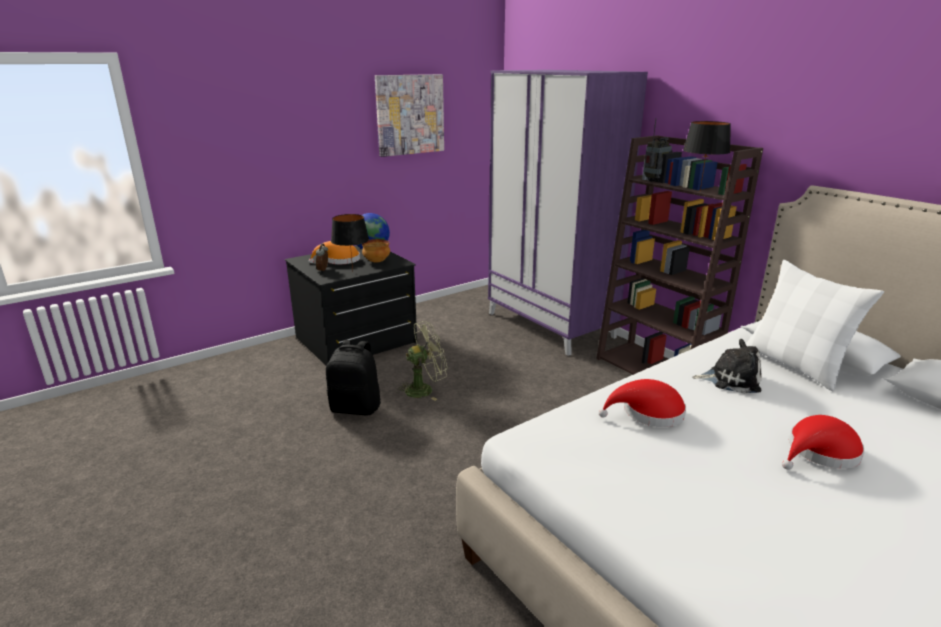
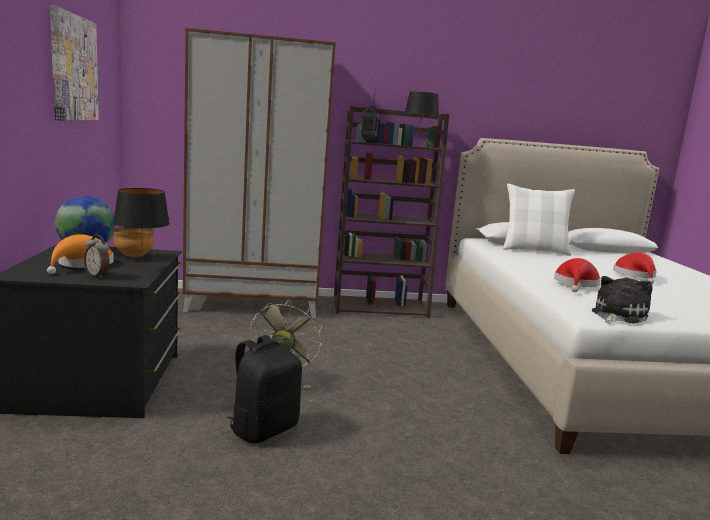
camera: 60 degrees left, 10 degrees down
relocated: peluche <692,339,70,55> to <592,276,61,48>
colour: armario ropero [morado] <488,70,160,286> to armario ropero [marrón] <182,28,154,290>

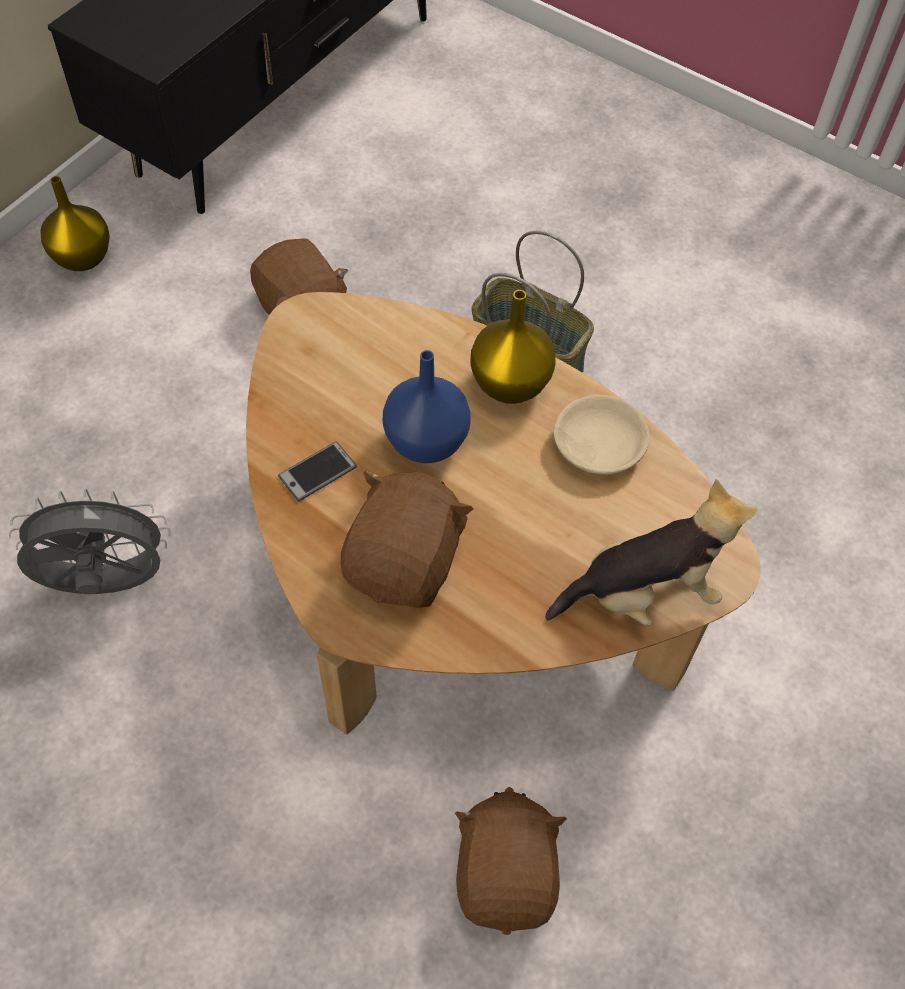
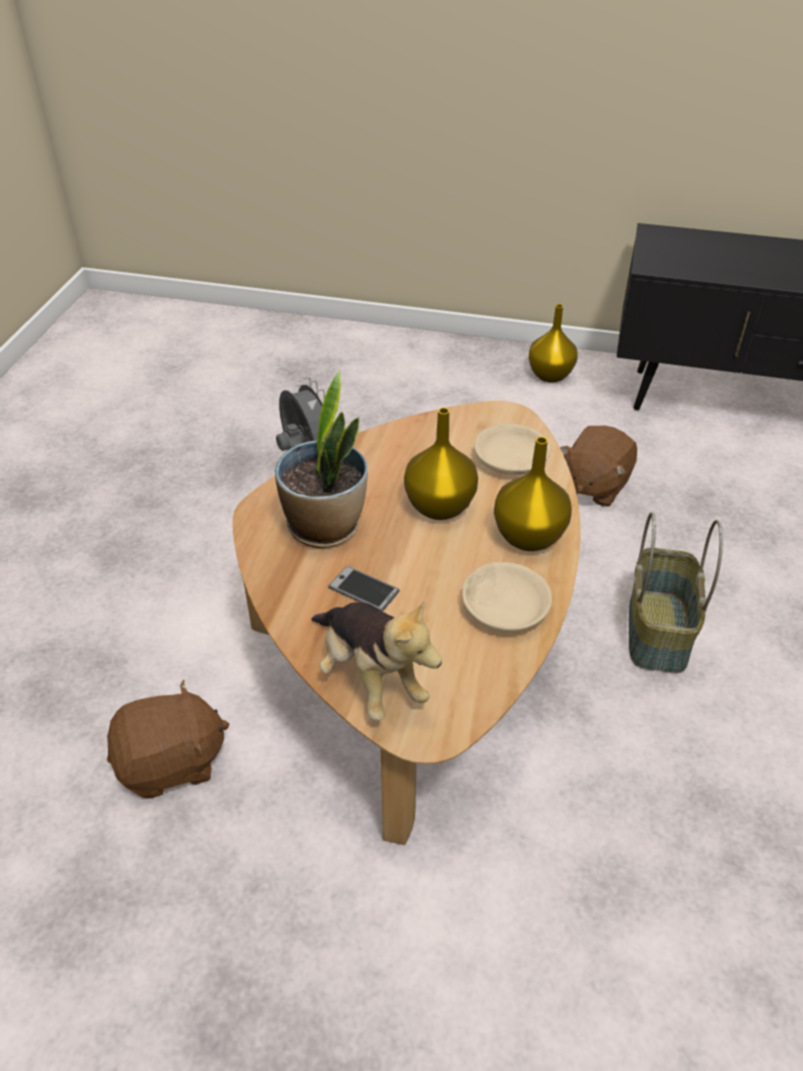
camera: 70 degrees right, 15 degrees down
appeared: cuenco [beis] <474,424,76,51>
relocated: móvil <278,441,79,61> to <328,566,72,46>
exchanged: peluche [marrón] <341,471,132,137> to planta en maceta <275,371,93,177>
colour: florero [azul] <383,350,88,113> to florero [amarillo] <404,408,74,112>

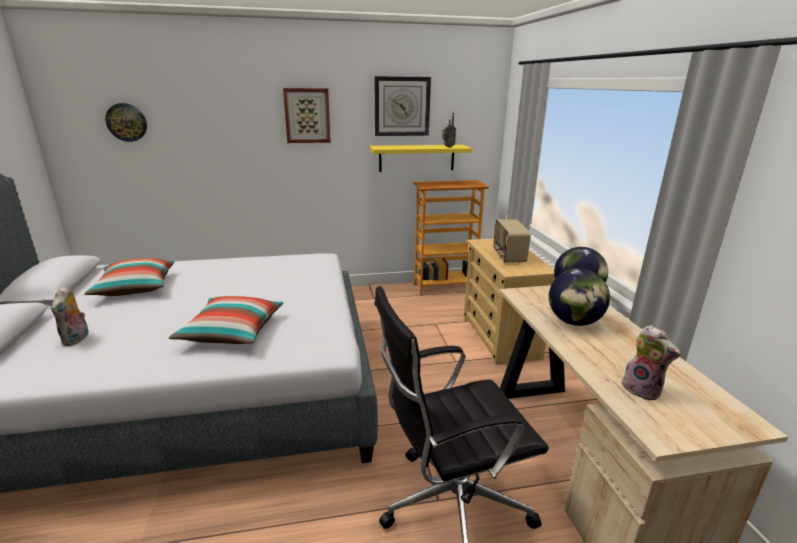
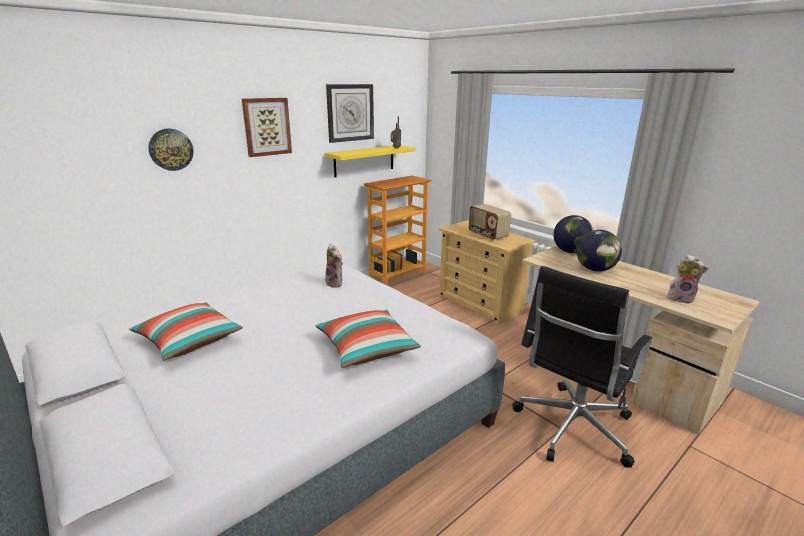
camera: 30 degrees left, 0 degrees up
relocated: reloj de pared <105,103,42,39> to <148,128,46,43>; peluche <51,286,39,60> to <325,244,18,44>

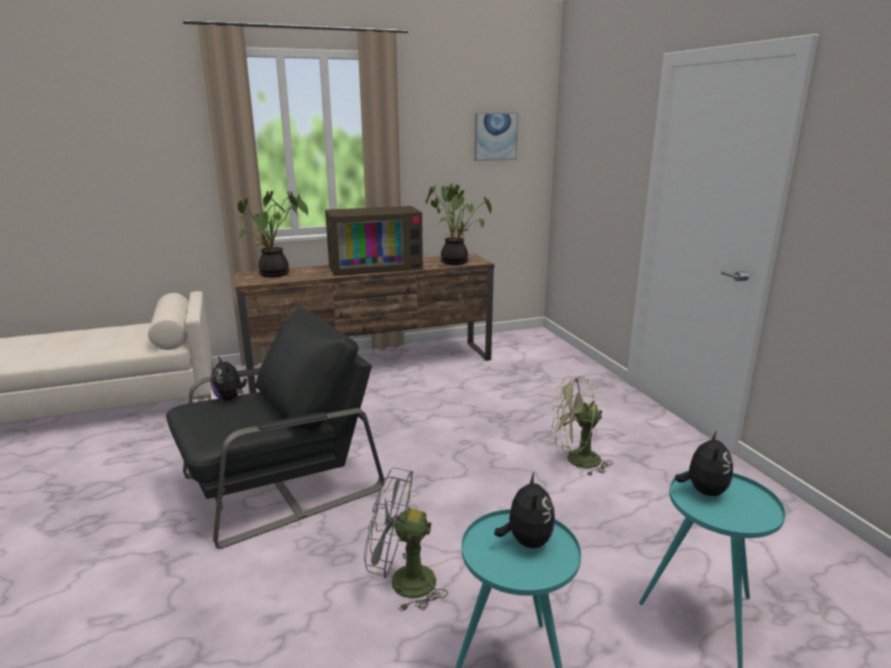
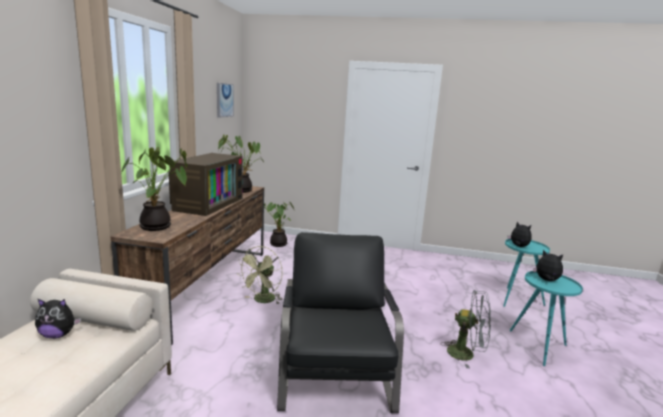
camera: 60 degrees left, 5 degrees down
appeared: planta en maceta <264,201,30,46>
relocated: peluche <211,356,36,45> to <35,298,46,41>; ventilador [verde] <551,376,62,100> to <237,246,46,58>
spun: ventilador [gris] <364,468,84,144> = <441,290,50,78> 105 degrees counterclockwise

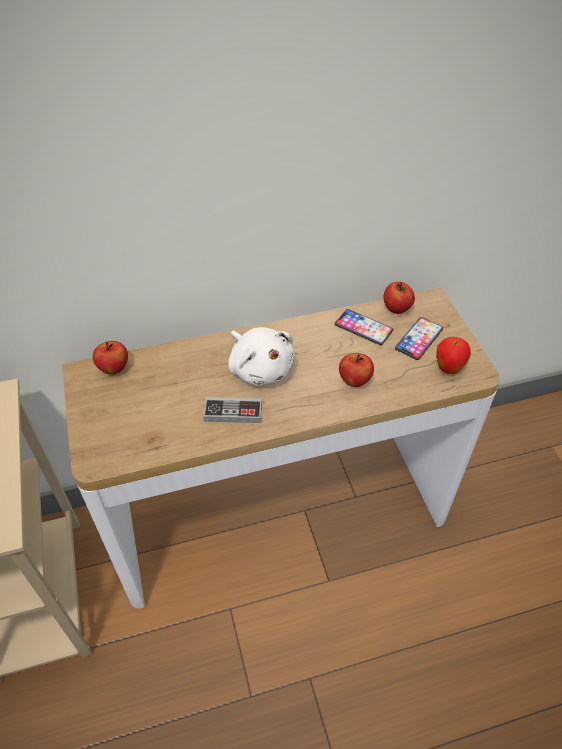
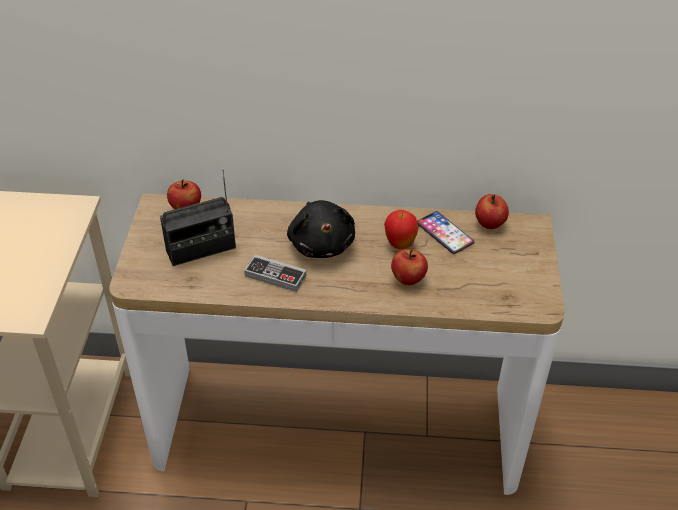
camera: 20 degrees right, 5 degrees down
missing: móvil <395,317,48,43>
appeared: radio <160,170,76,96>
relocated: manzana <436,337,35,37> to <384,210,35,39>
colour: peluche [blanco] <228,327,67,59> to peluche [negro] <287,200,68,58>

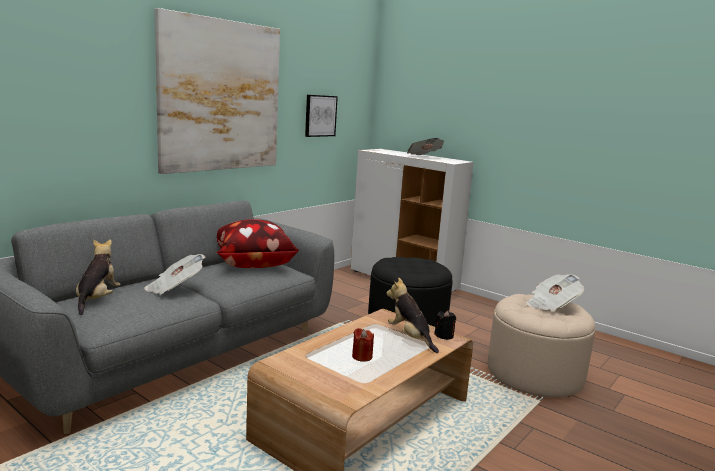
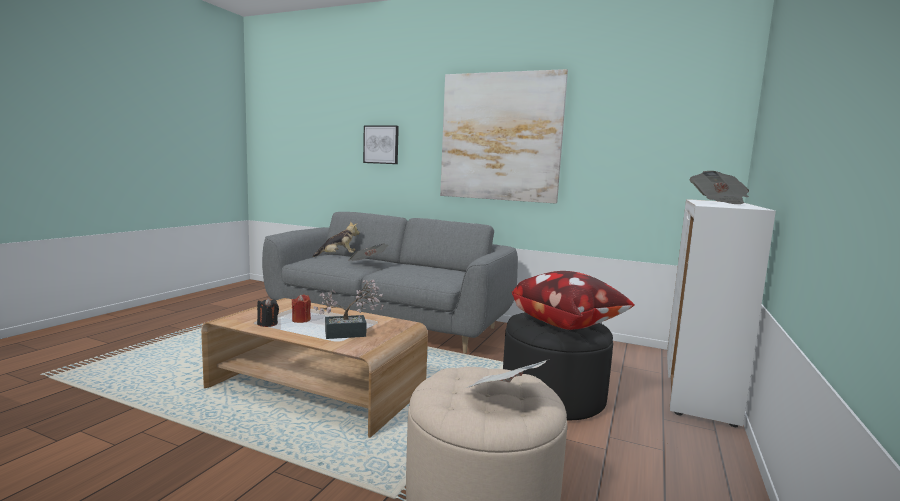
camera: 75 degrees right, 5 degrees down
relocated: cuadro <305,95,33,42> to <363,125,36,39>; cojín <215,219,84,49> to <512,271,123,59>; vela [negro] <434,311,22,29> to <257,298,22,29>
exchanged: peluche <386,277,53,76> to planta en maceta <313,280,71,59>

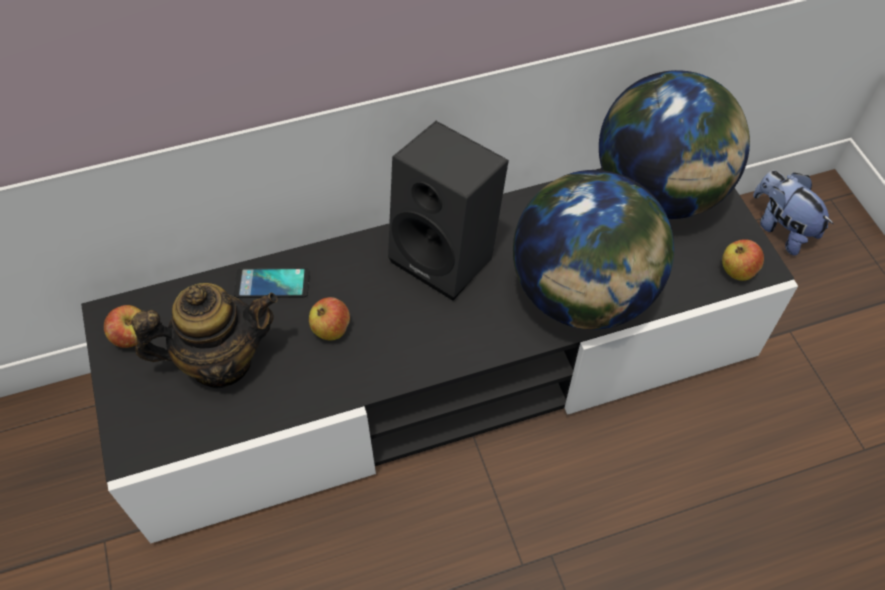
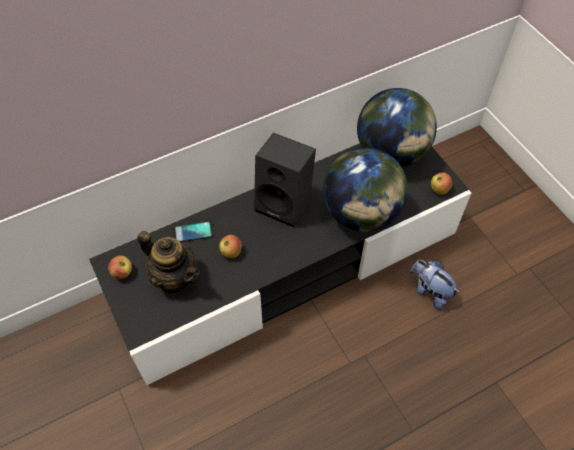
camera: 10 degrees left, 0 degrees up
relocated: peluche <753,171,80,84> to <410,260,50,50>
spun: tetera <132,283,146,105> = <137,231,62,62> 60 degrees clockwise

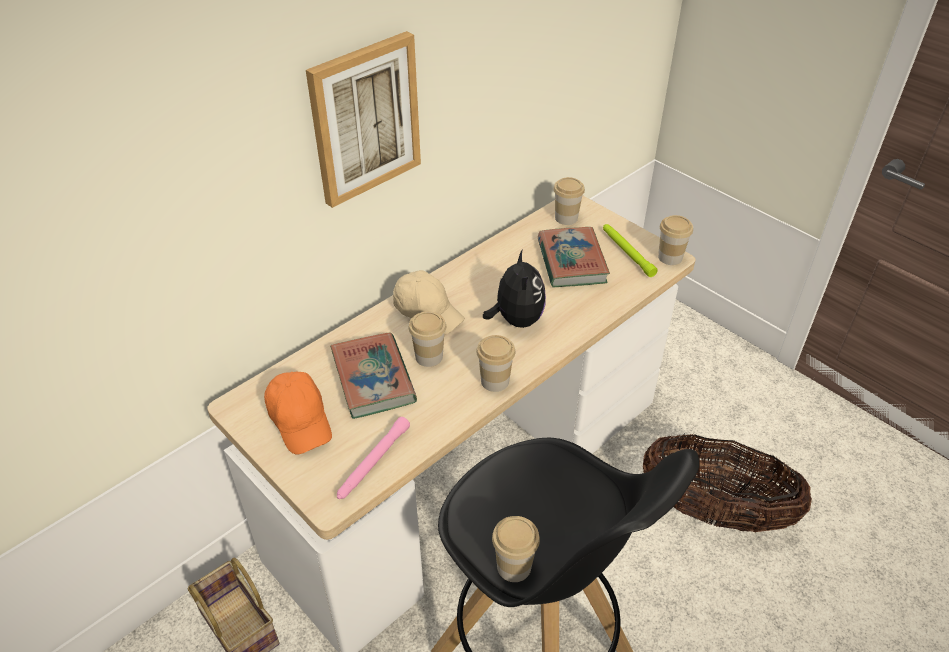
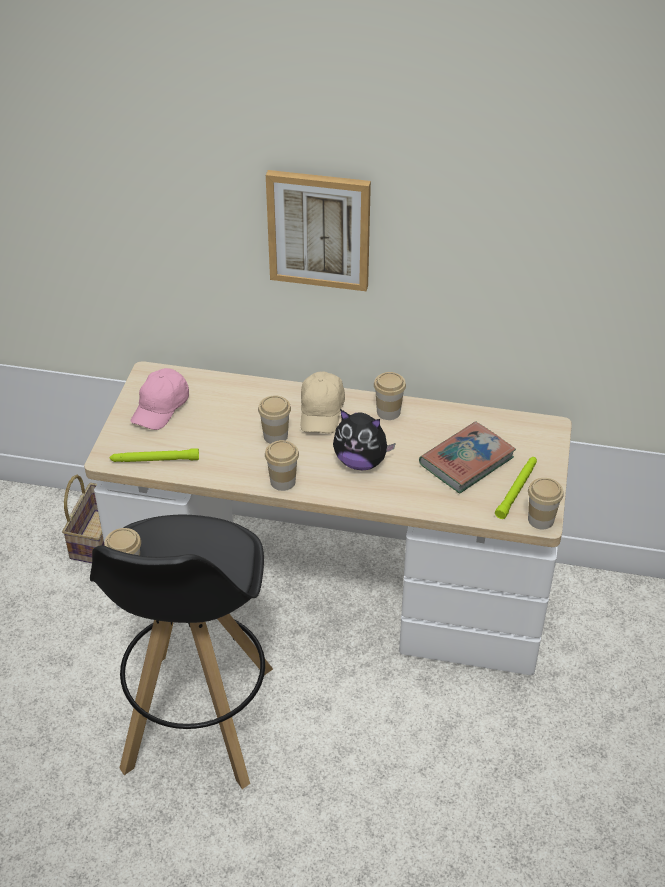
camera: 55 degrees right, 0 degrees up
missing: libro <330,333,87,86>; cesta <643,433,169,99>
relocated: taza <553,177,32,48> to <374,372,32,48>
colour: gorra [naranja] <264,372,68,82> to gorra [rosa] <130,368,59,62>; linterna [rosa] <337,417,73,82> to linterna [verde] <110,448,89,14>
spun: peluche <483,249,63,79> = <333,409,63,61> 60 degrees clockwise

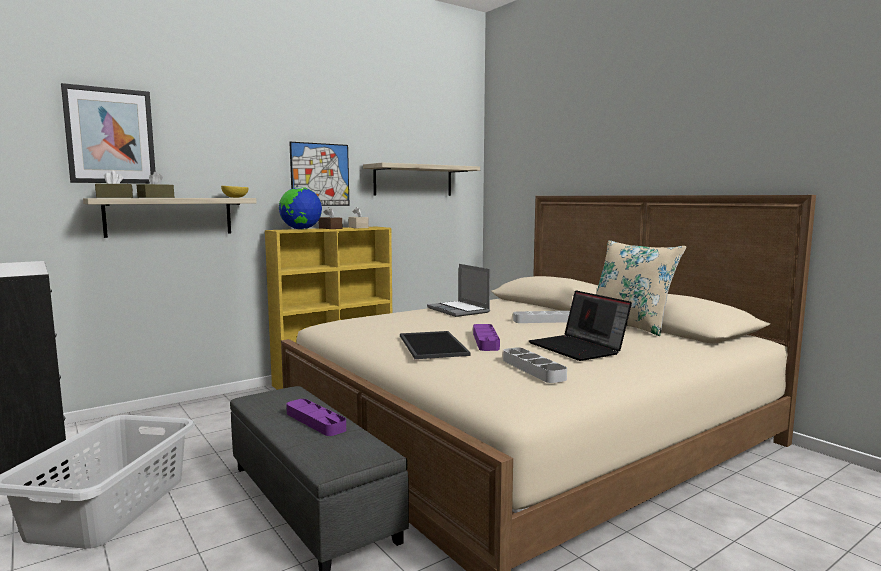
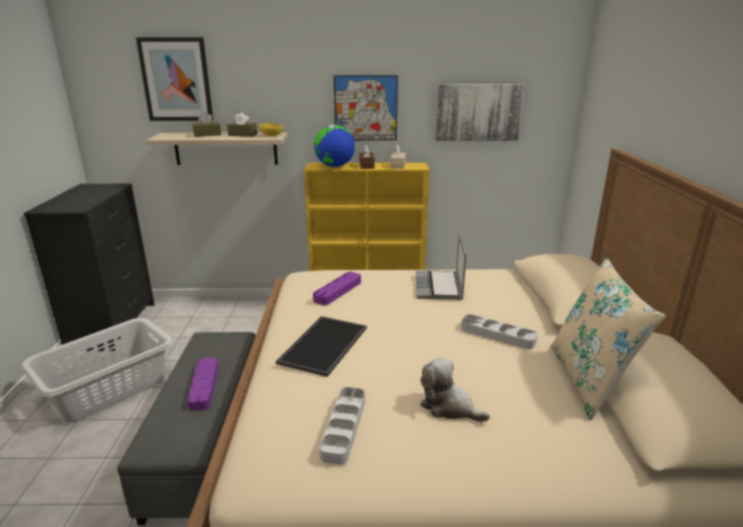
camera: 35 degrees right, 15 degrees up
relocated: caja de pañuelos [marrón] <95,171,38,27> to <227,113,30,24>; bandeja [morado] <473,324,27,27> to <313,272,48,33>
exchanged: estante <363,162,117,34> to cuadro <435,84,90,57>; portátil <529,290,103,71> to peluche <420,357,70,65>

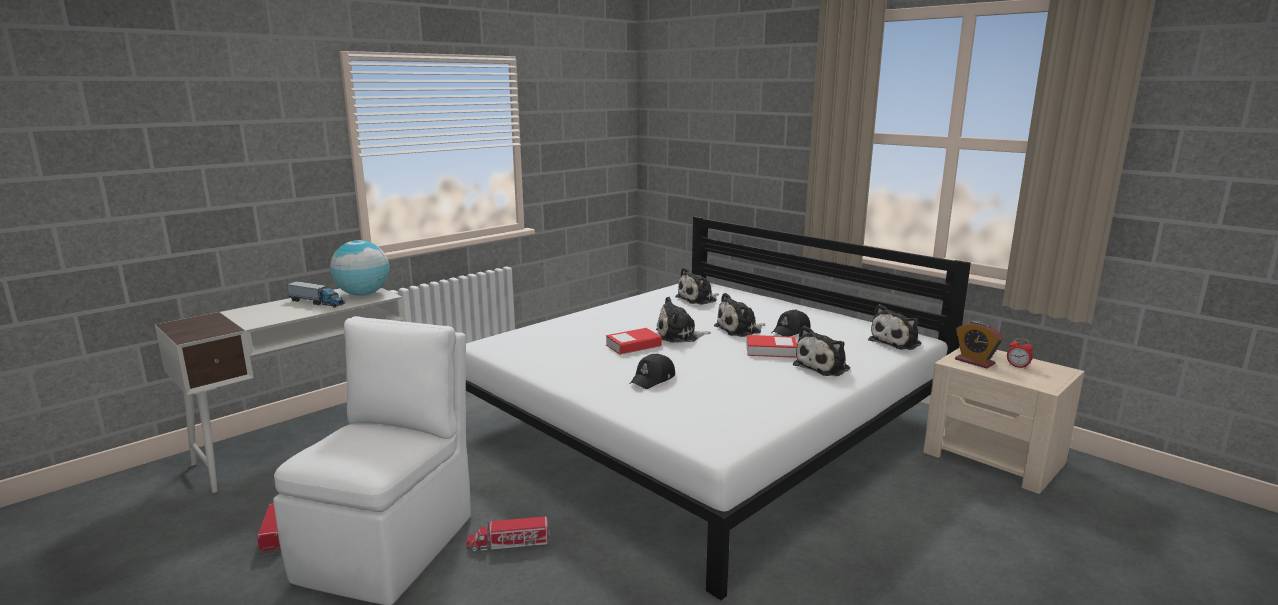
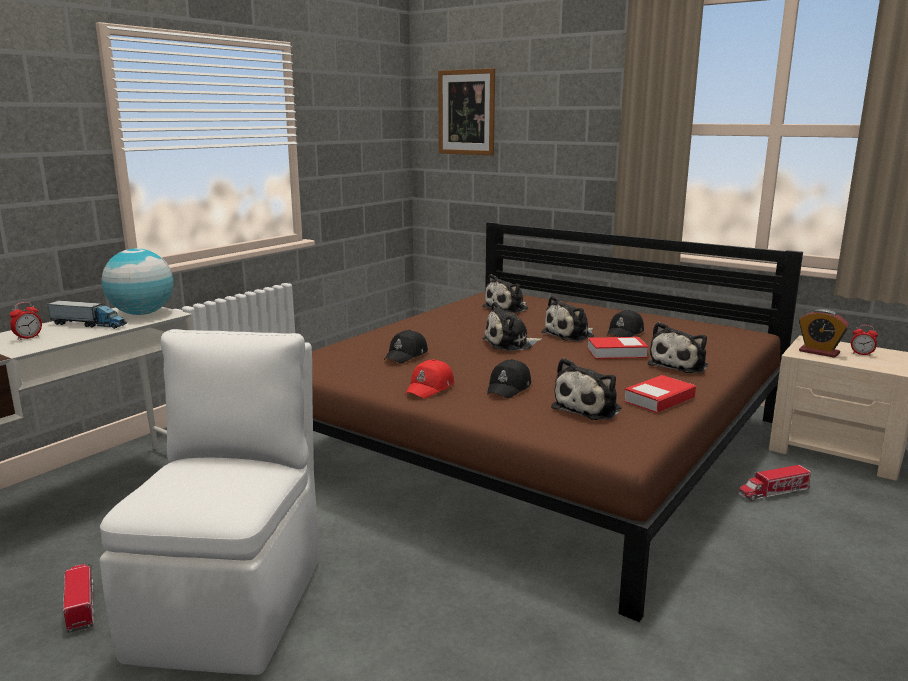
camera: 10 degrees left, 0 degrees up
appeared: cuadro <438,68,57,87>; despertador <10,302,32,39>; gorra [negro] <384,330,44,33>; gorra [rojo] <405,359,49,39>
relocated: peluche <868,304,54,46> to <551,358,70,62>; libro <606,328,56,26> to <624,375,72,38>; camión de juguete <466,516,85,36> to <738,465,73,36>
colour: cama [blanco] <466,216,505,384> to cama [marrón] <312,222,491,400>

